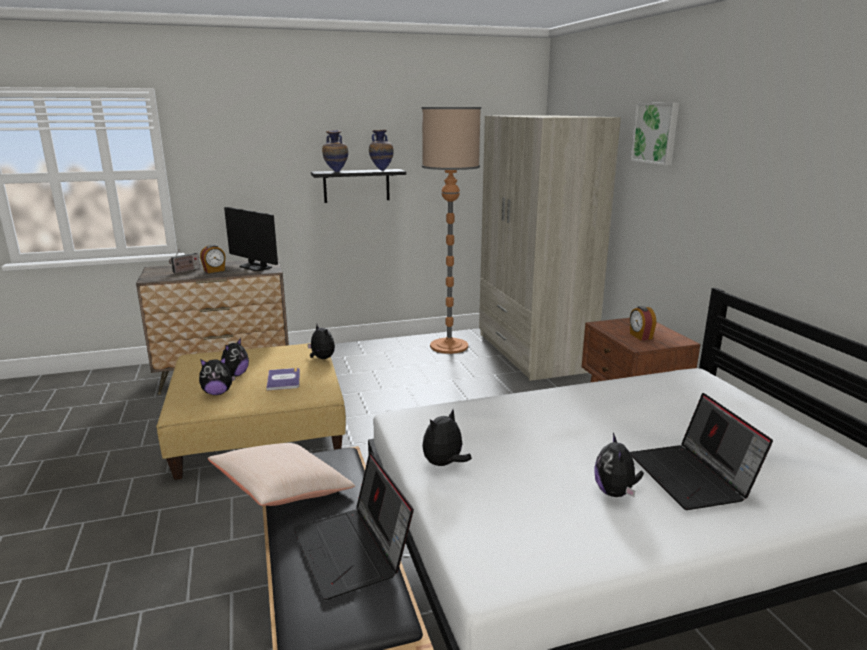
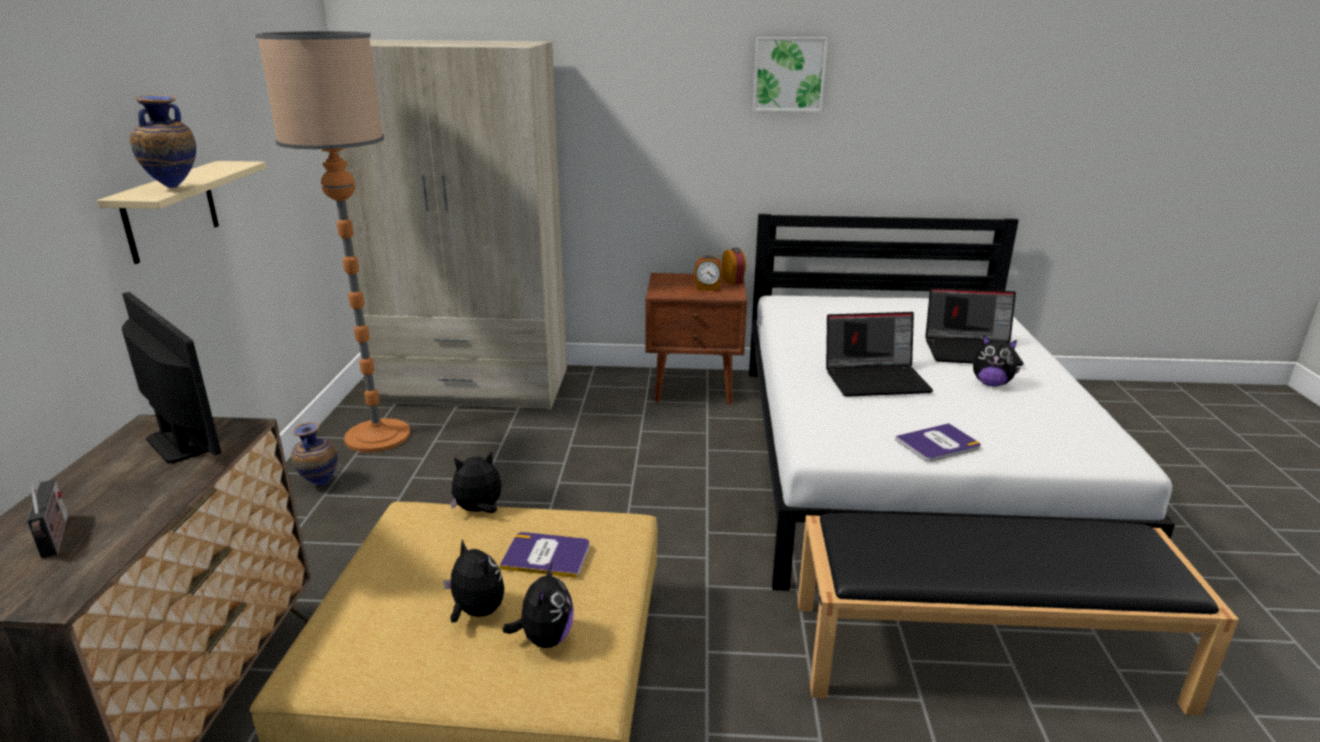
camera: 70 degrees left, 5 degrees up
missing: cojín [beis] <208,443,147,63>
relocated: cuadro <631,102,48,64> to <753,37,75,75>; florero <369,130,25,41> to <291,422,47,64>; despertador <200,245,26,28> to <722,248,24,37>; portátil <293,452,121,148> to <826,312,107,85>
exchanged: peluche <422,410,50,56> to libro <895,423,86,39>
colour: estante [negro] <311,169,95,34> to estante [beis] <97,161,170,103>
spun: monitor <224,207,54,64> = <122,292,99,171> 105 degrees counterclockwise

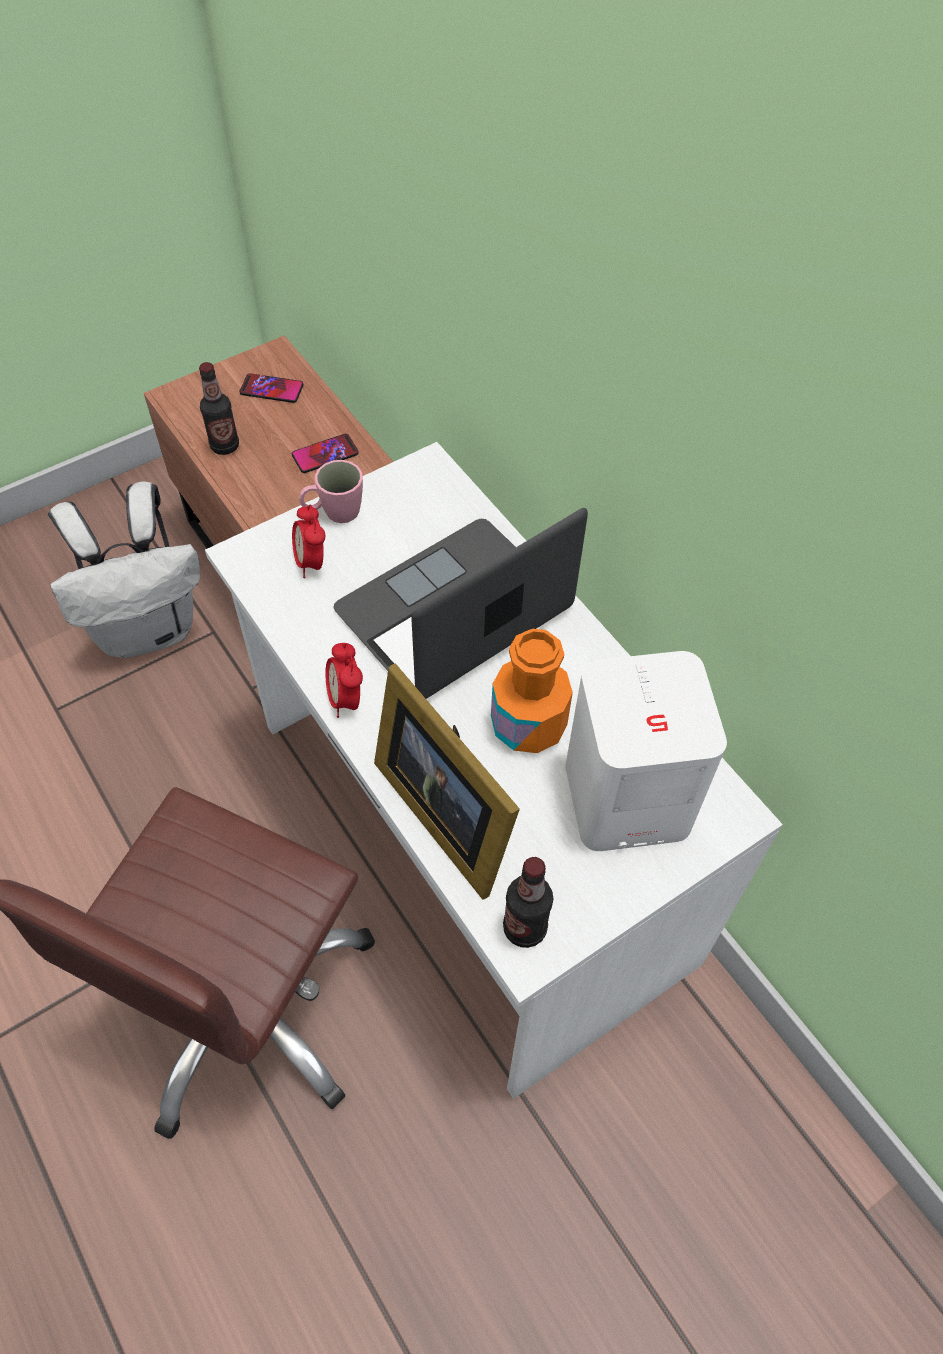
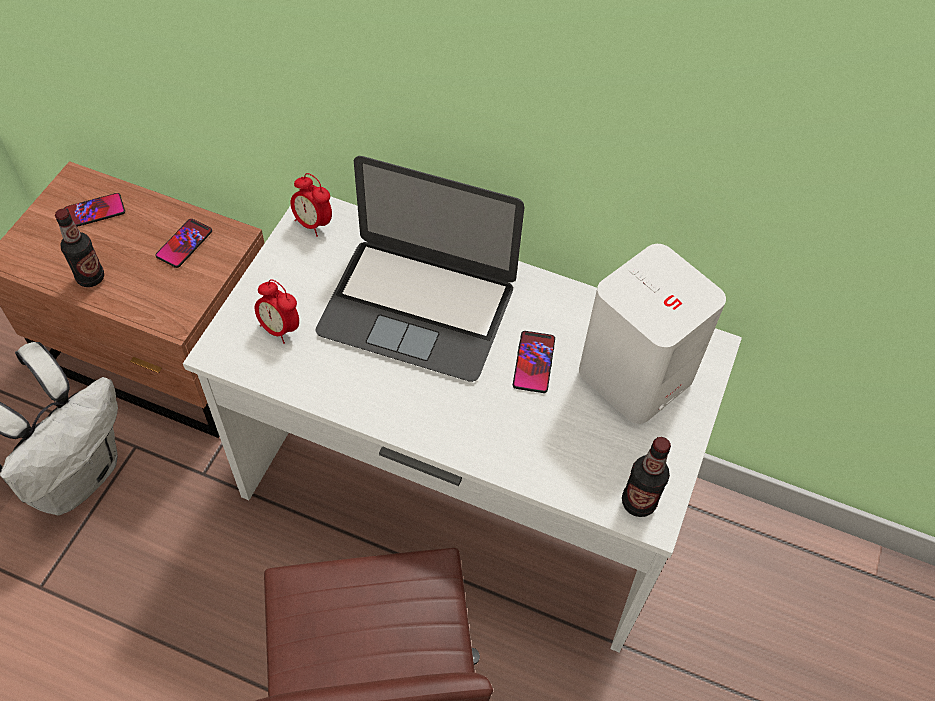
camera: 35 degrees left, 0 degrees up
missing: taza grande [rosa] <299,460,64,63>; portarretratos <374,663,146,236>
relocated: despertador <325,643,38,75> to <291,173,41,64>
exchanged: botella [naranja] <491,629,82,124> to móvil <513,331,42,62>
spun: portátil <333,508,255,191> = <315,156,209,226> 90 degrees counterclockwise

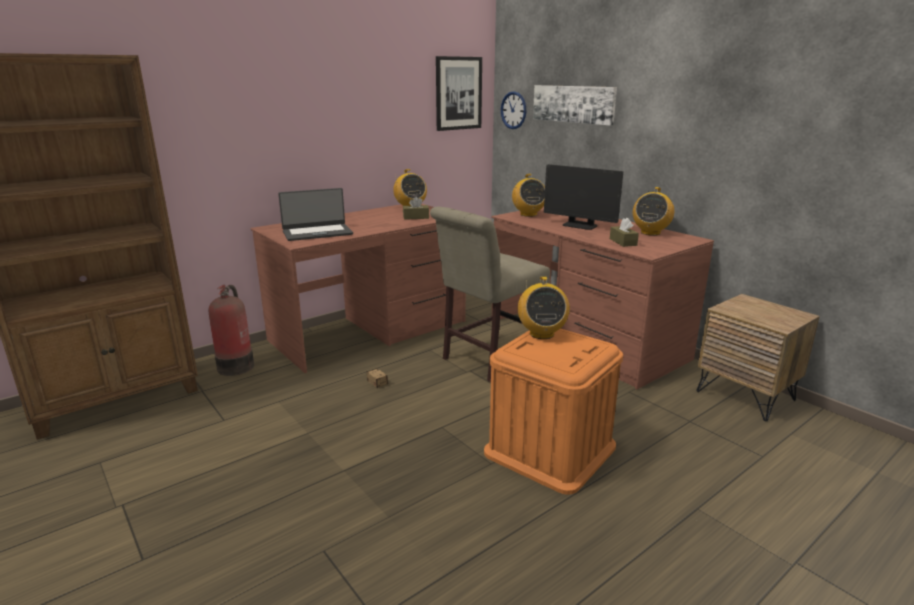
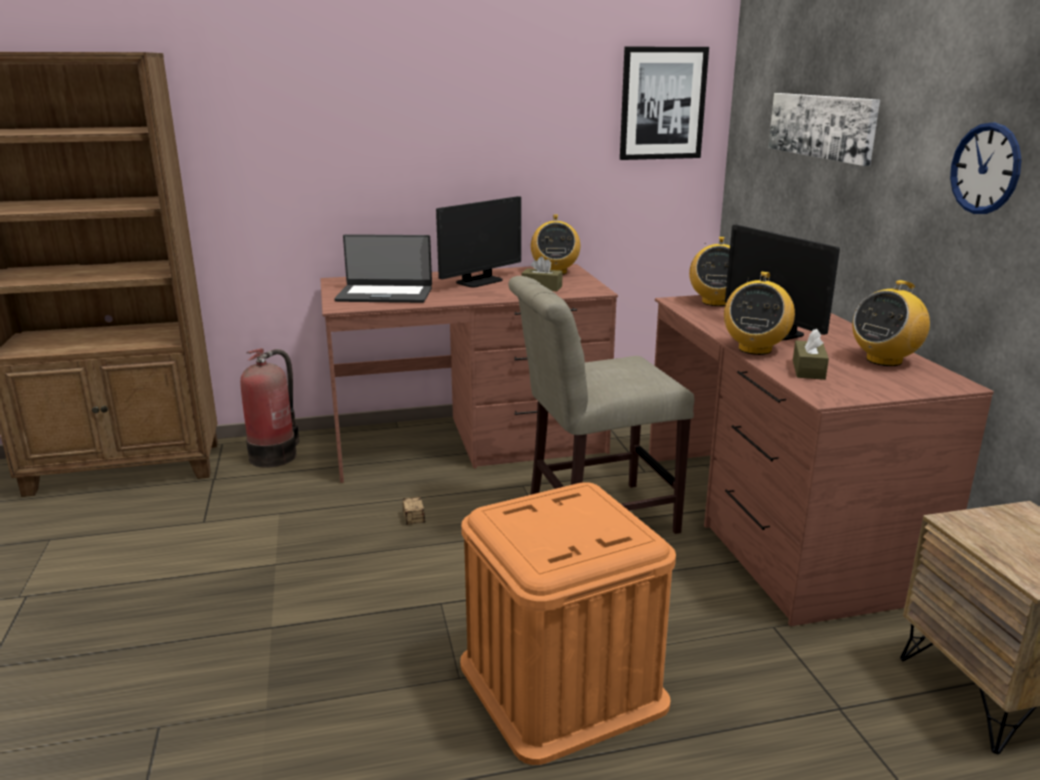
camera: 25 degrees right, 0 degrees up
appeared: monitor <436,196,85,92>
relocated: reloj de pared <501,91,25,38> to <950,123,72,91>; radio <518,276,52,63> to <724,271,71,84>

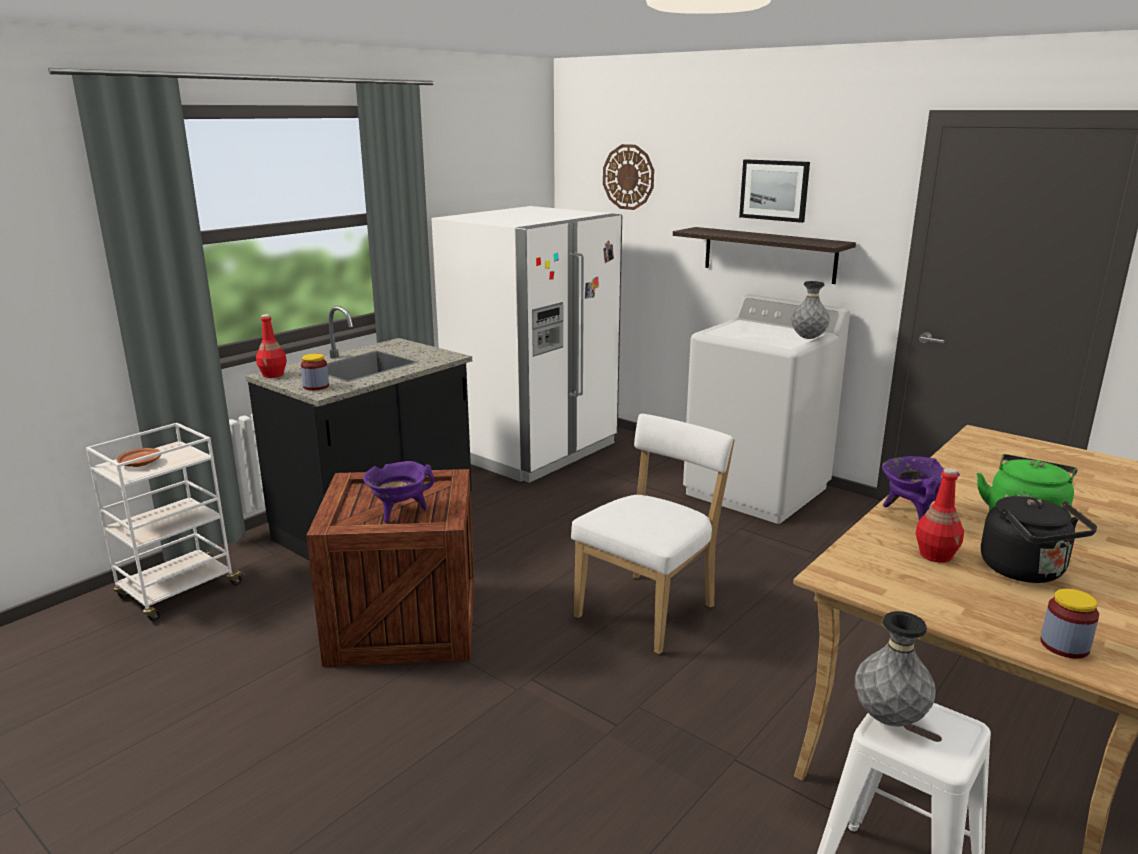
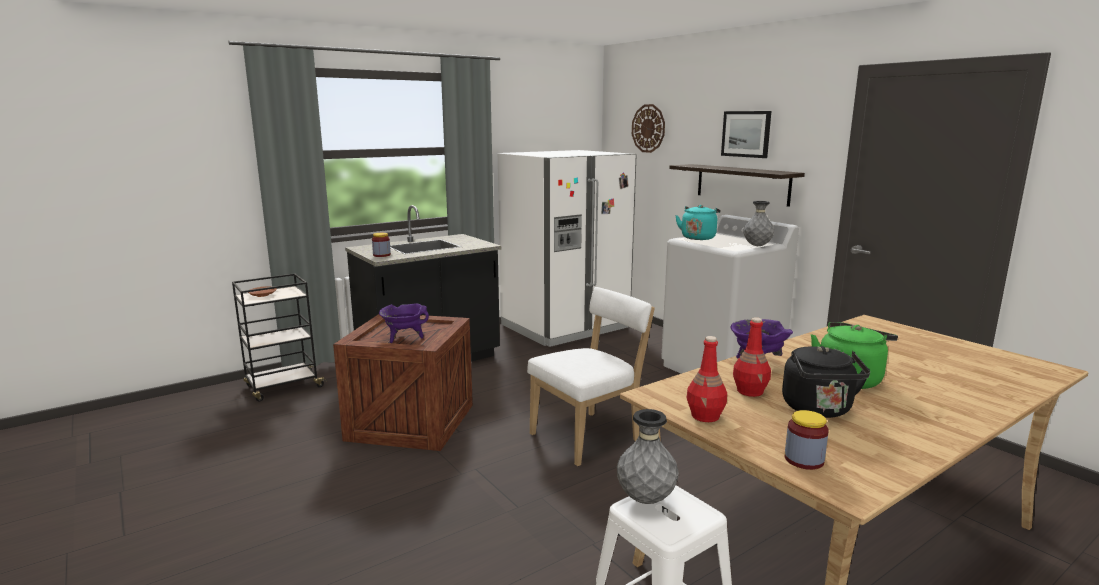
camera: 15 degrees right, 5 degrees down
appeared: hervidor [turquesa] <675,205,45,35>
relocated: botella [rojo] <256,314,31,64> to <687,336,40,86>
colour: carrito [blanco] <86,423,160,198> to carrito [negro] <232,273,95,128>

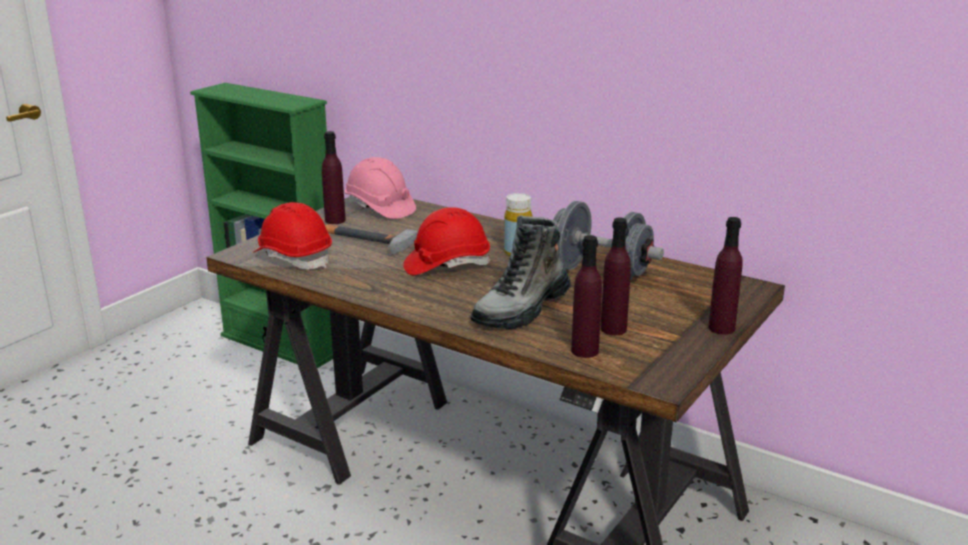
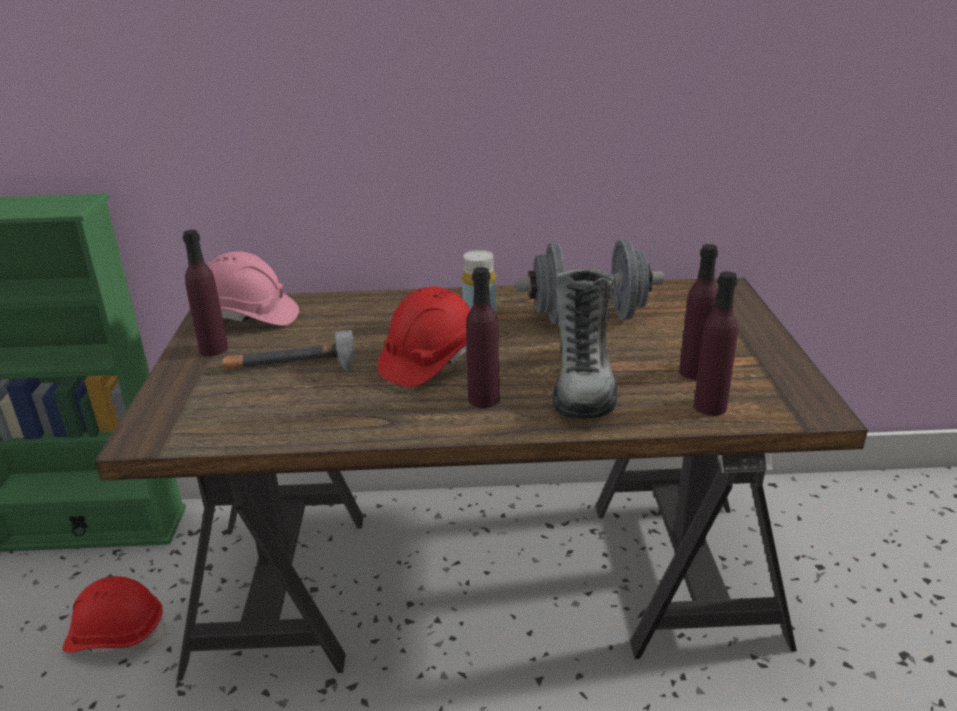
camera: 35 degrees left, 5 degrees up
relocated: casco [rojo] <253,202,79,68> to <63,576,104,78>; botella [morado] <709,217,34,118> to <466,267,34,141>

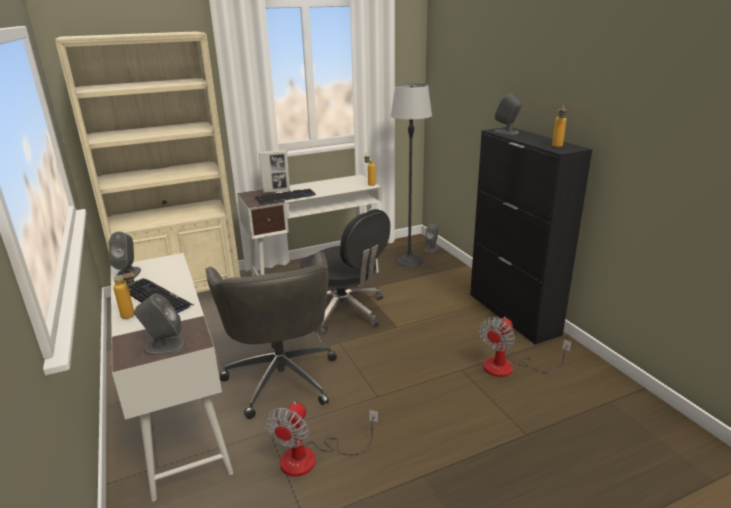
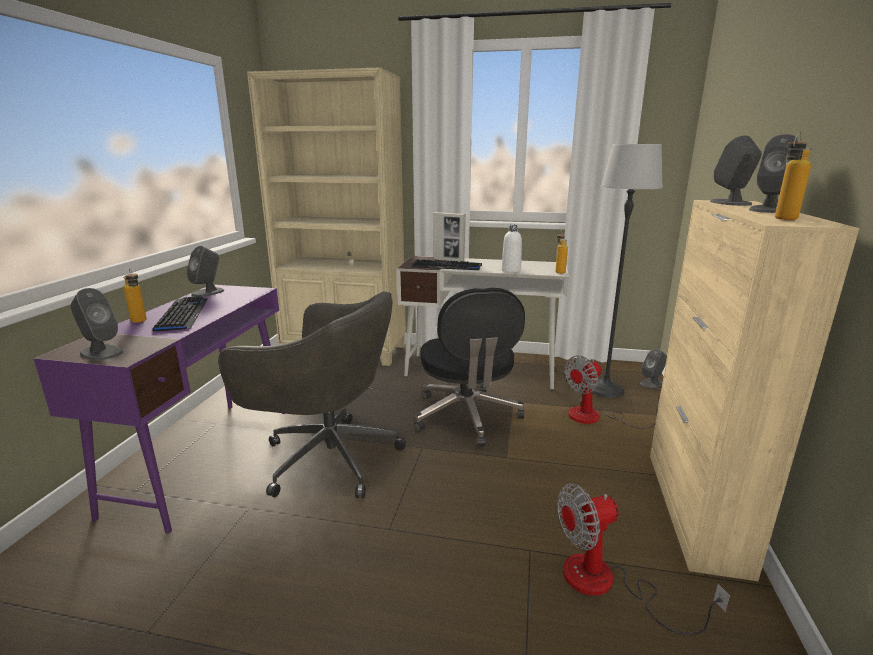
camera: 35 degrees right, 5 degrees down
appeared: altavoz [gris] <749,134,49,79>; botella [blanco] <502,225,20,48>
relocated: ventilador <265,402,113,74> to <564,356,96,73>
colour: armario [negro] <470,127,123,218> to armario [beis] <650,200,210,381>; escritorio [blanco] <111,253,122,249> to escritorio [morado] <33,285,251,249>
spun: silla de oficina [gris] <205,252,132,167> = <218,291,188,207> 90 degrees counterclockwise

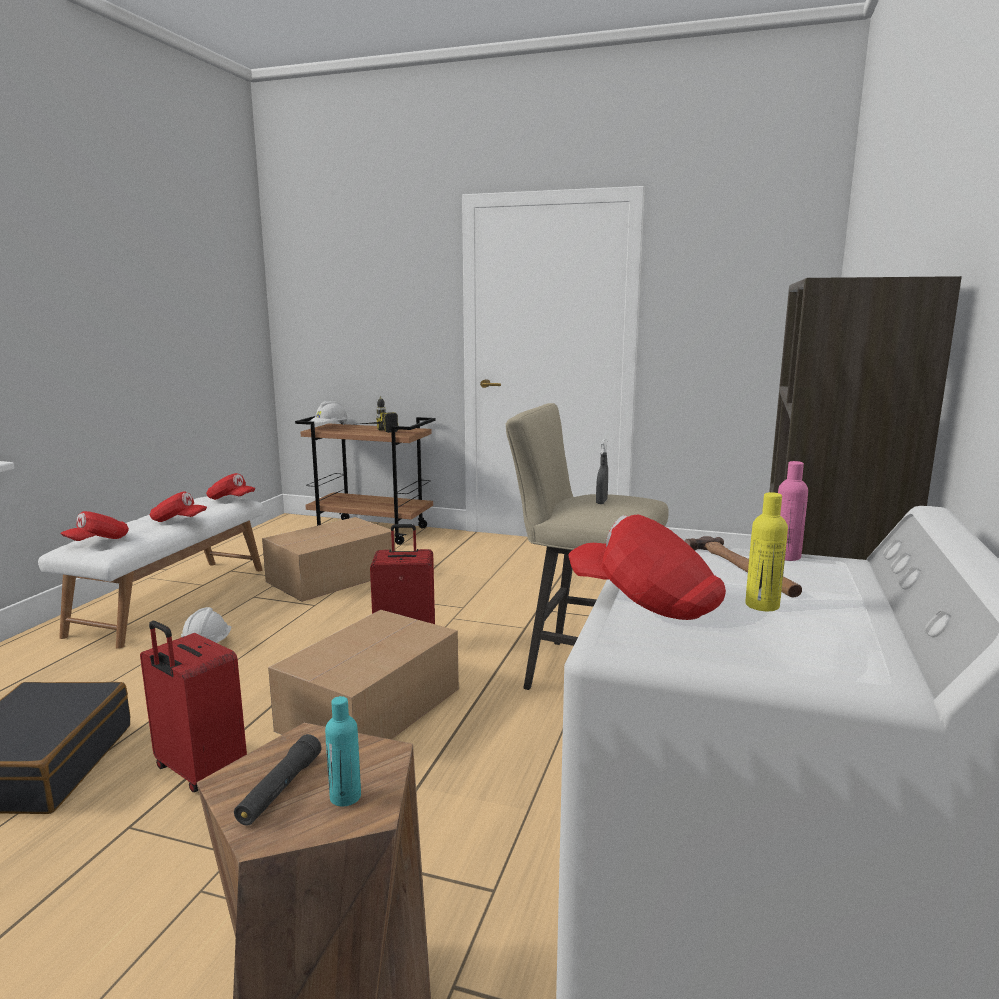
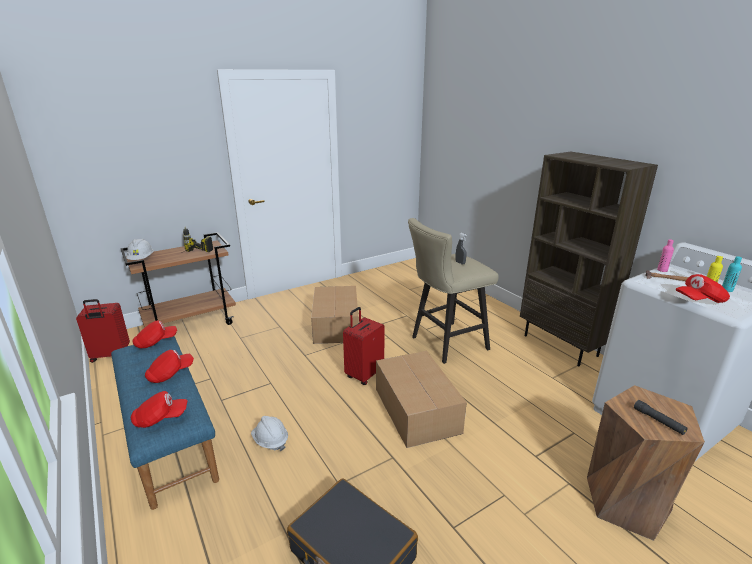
camera: 50 degrees left, 10 degrees up
relocated: caja de cartón <262,517,133,85> to <311,286,47,58>; maleta [rojo] <140,621,107,171> to <76,299,54,64>; botella [turquesa] <325,696,36,111> to <722,256,20,36>
colour: banco [blanco] <38,497,226,152> to banco [azul] <111,336,108,174>
spun: gorra [rojo] <60,511,69,30> = <131,391,57,37> 90 degrees counterclockwise

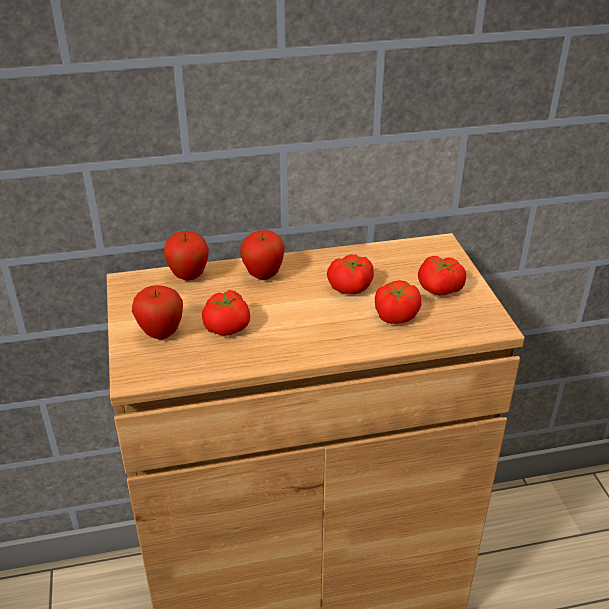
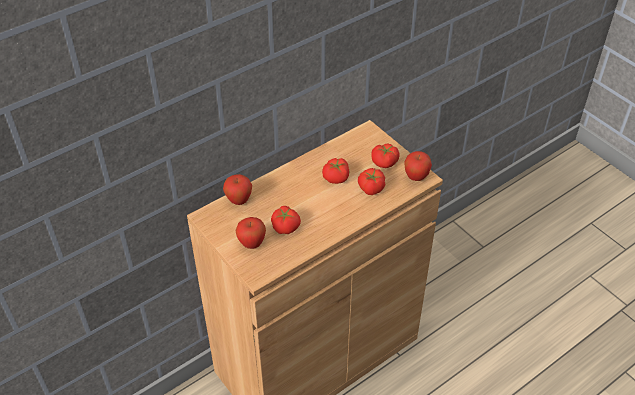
camera: 25 degrees left, 10 degrees up
relocated: manzana <240,230,45,50> to <404,151,28,30>

